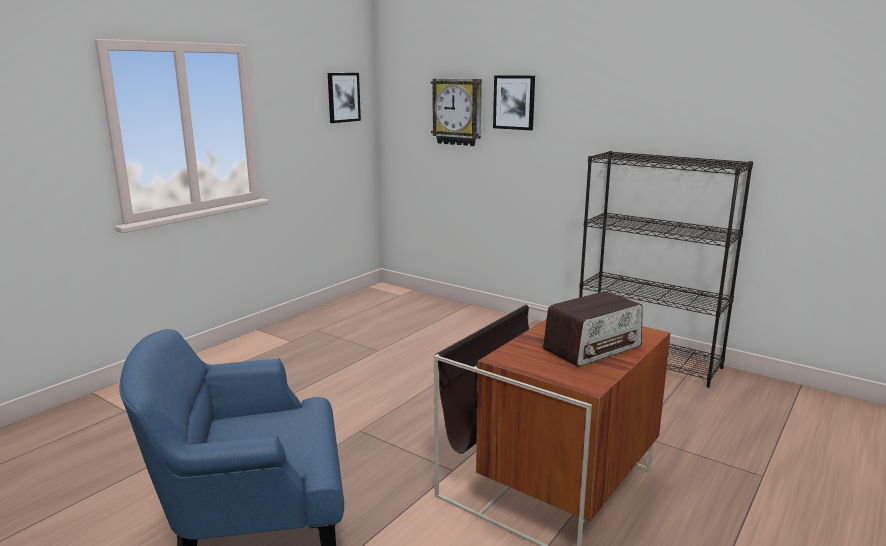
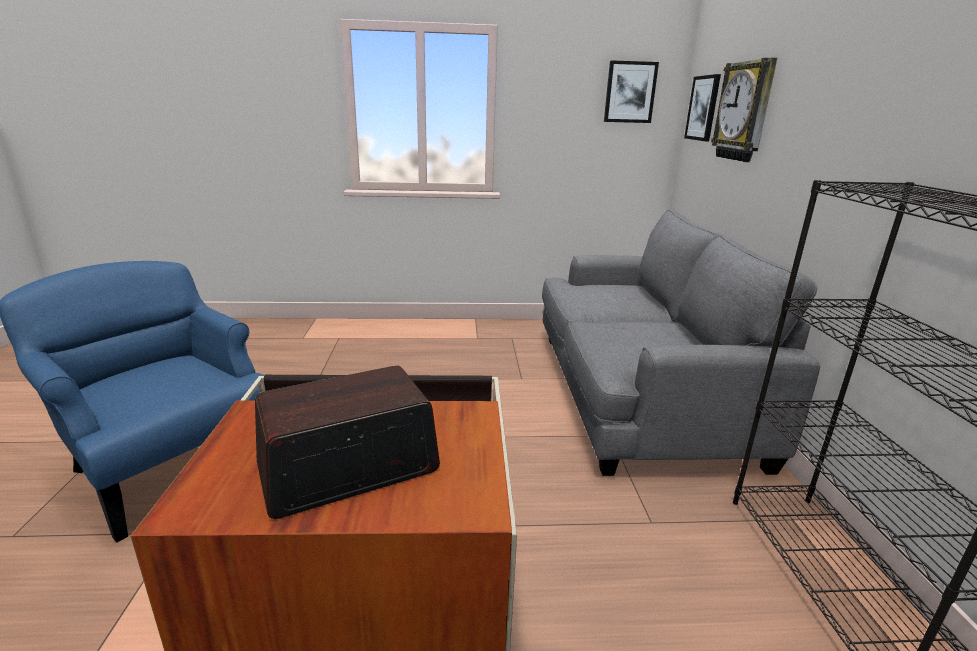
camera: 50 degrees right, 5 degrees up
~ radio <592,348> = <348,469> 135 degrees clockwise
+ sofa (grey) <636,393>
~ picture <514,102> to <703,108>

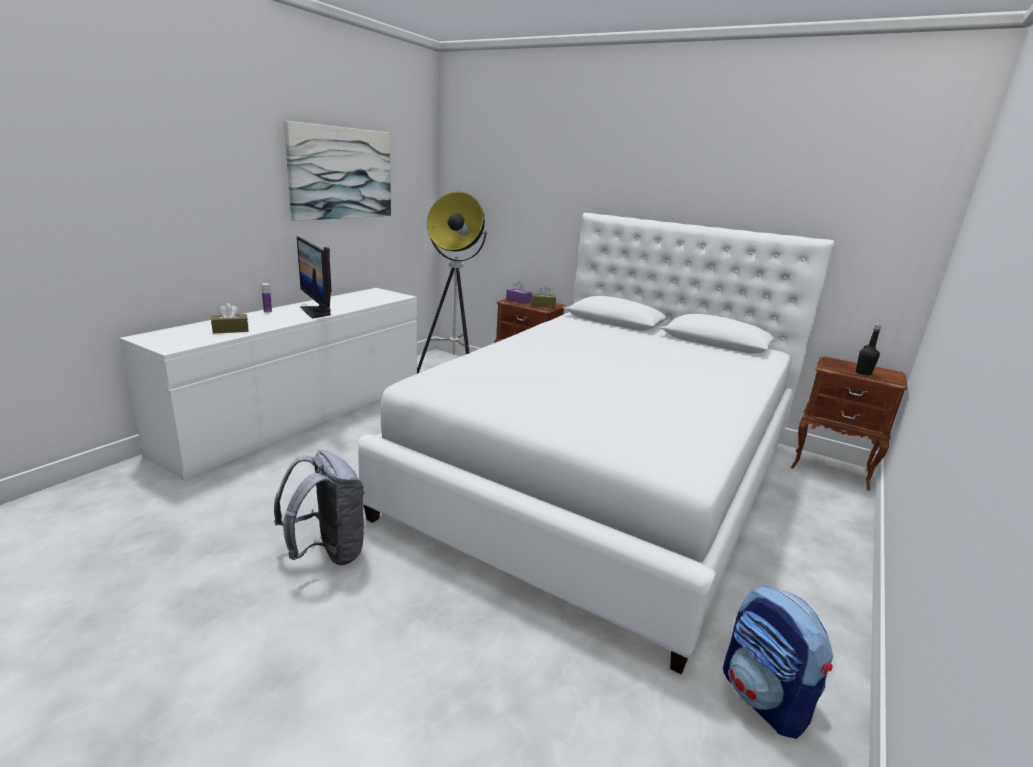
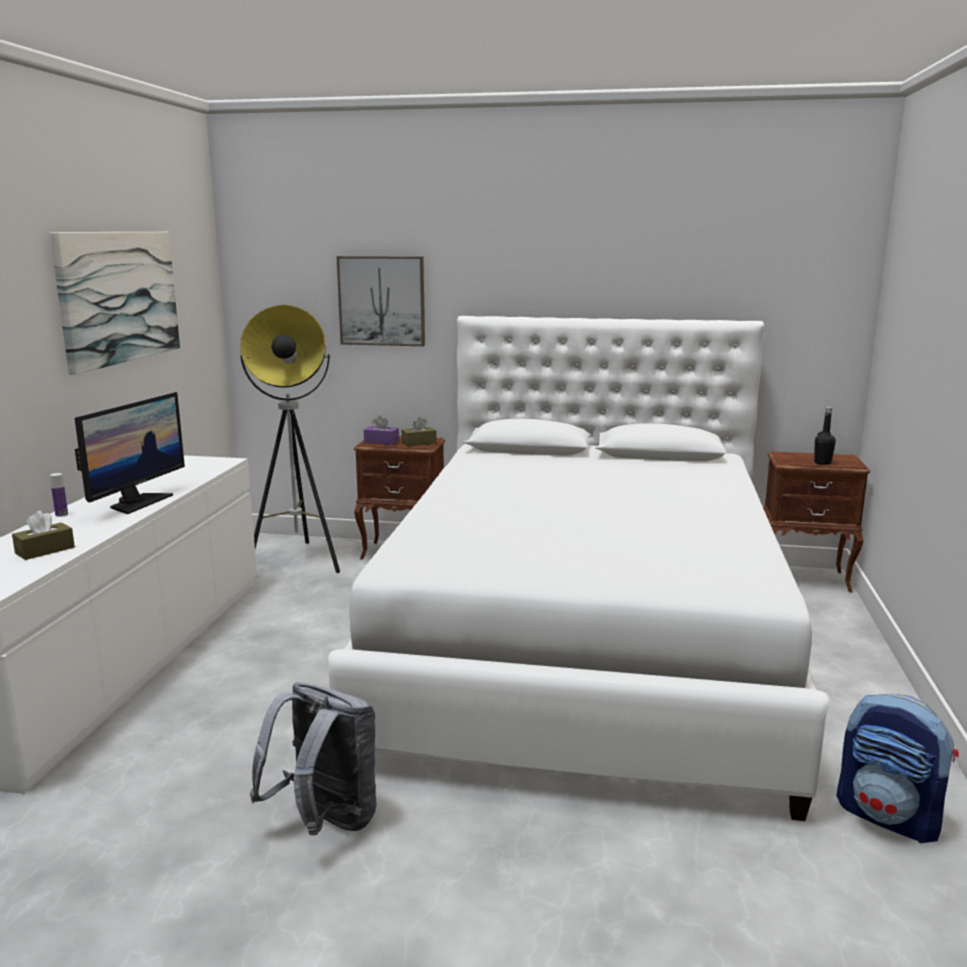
camera: 20 degrees left, 5 degrees down
~ monitor <317,312> = <137,502> 105 degrees counterclockwise
+ picture <382,301>

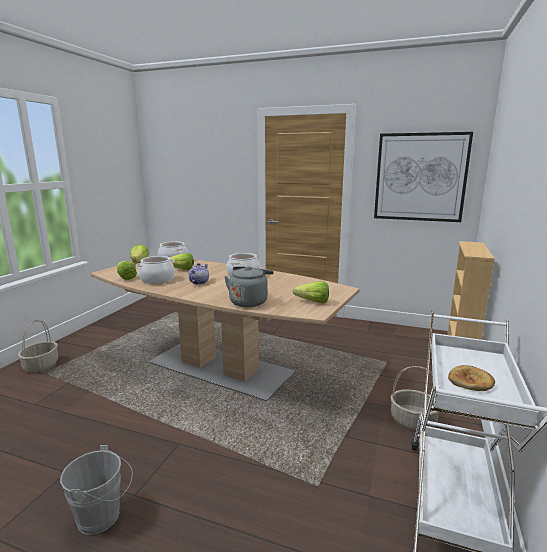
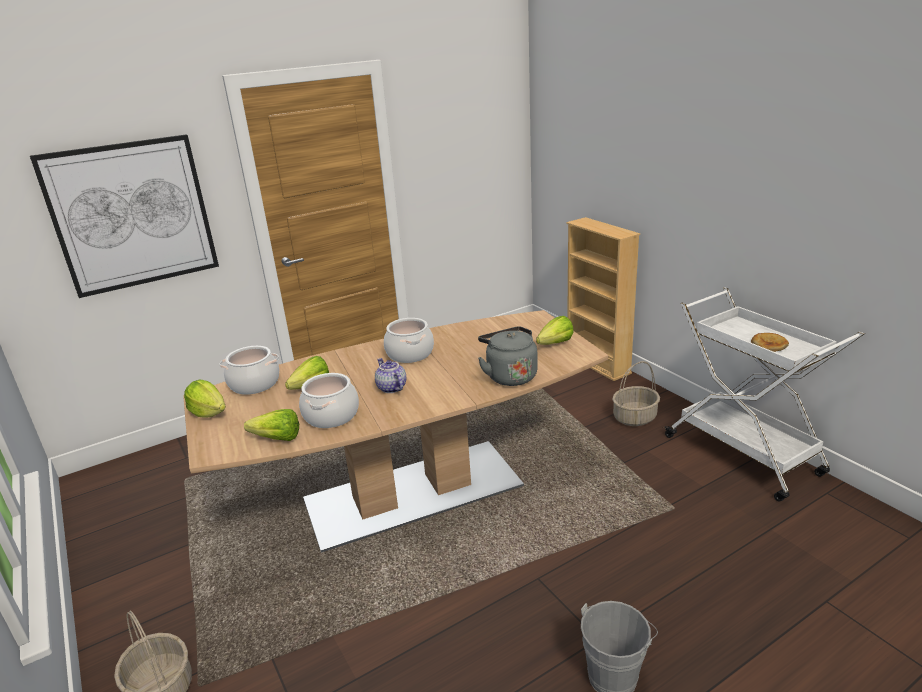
camera: 50 degrees left, 10 degrees up
~ picture <420,177> to <132,215>

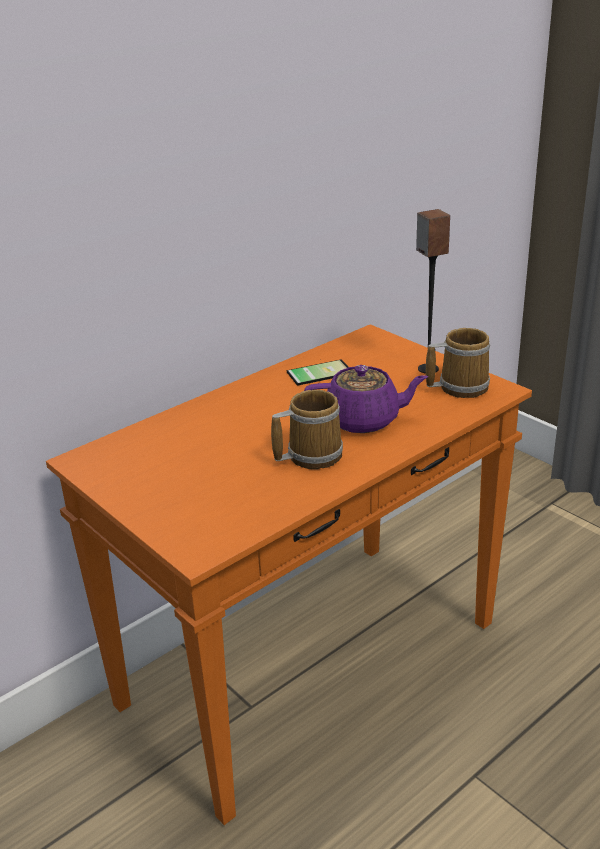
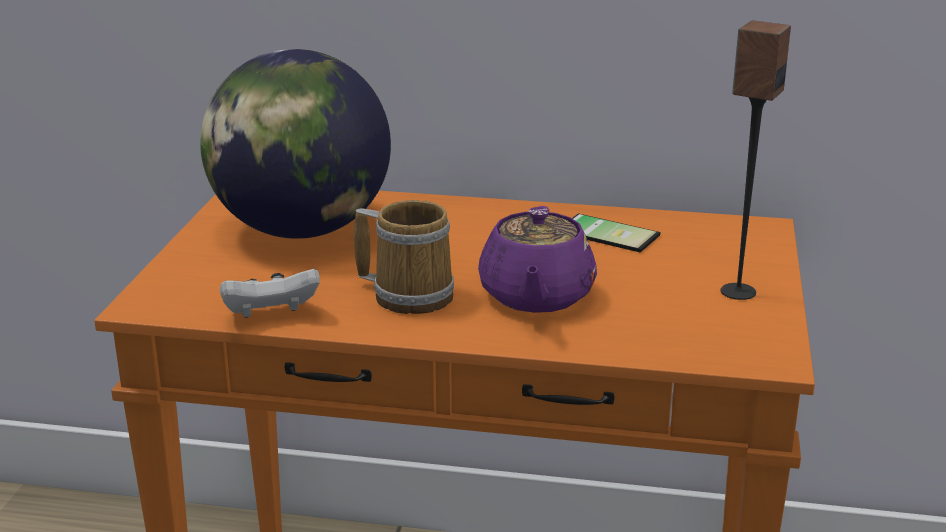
camera: 50 degrees right, 5 degrees down
+ globe <300,230>
+ game controller (white) <271,315>
~ teapot (purple) <364,420> = <536,296> 45 degrees clockwise
- mug <460,386>

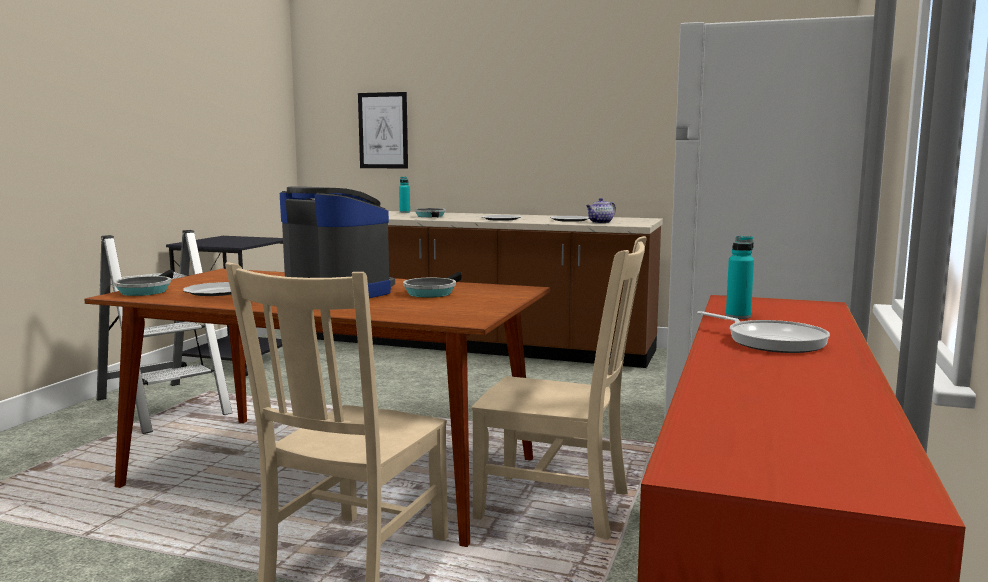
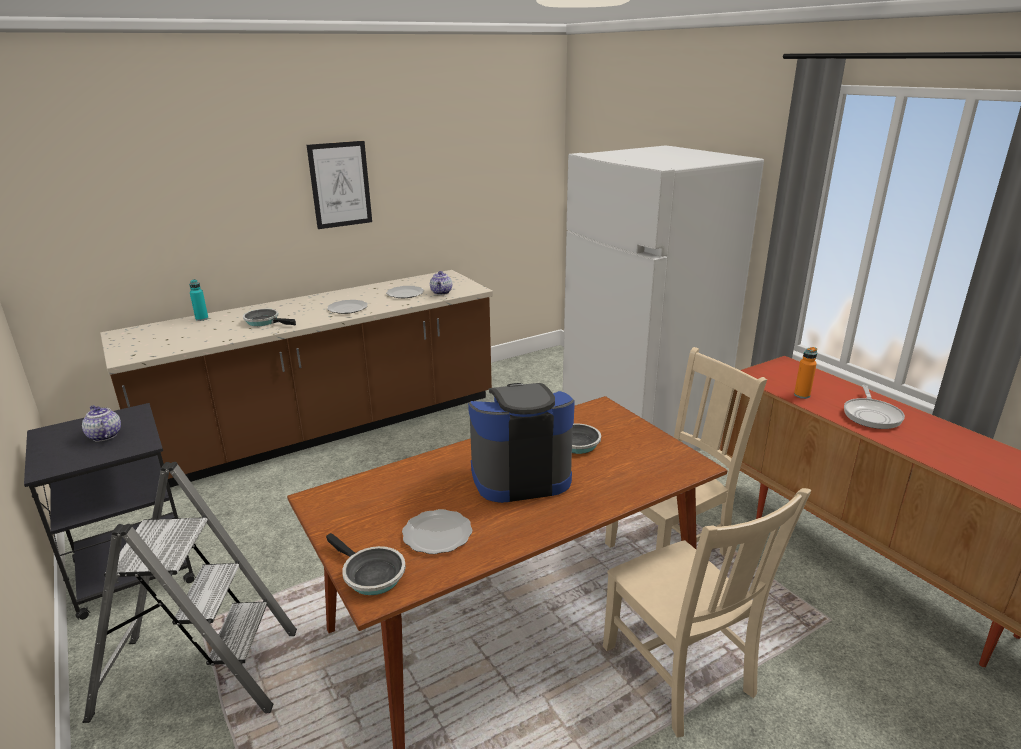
camera: 50 degrees left, 15 degrees up
+ teapot <104,435>
~ picture <383,130> to <340,185>
~ bottle (turquoise) <738,316> to bottle (orange) <801,395>
~ frying pan <771,341> = <871,415> 105 degrees clockwise

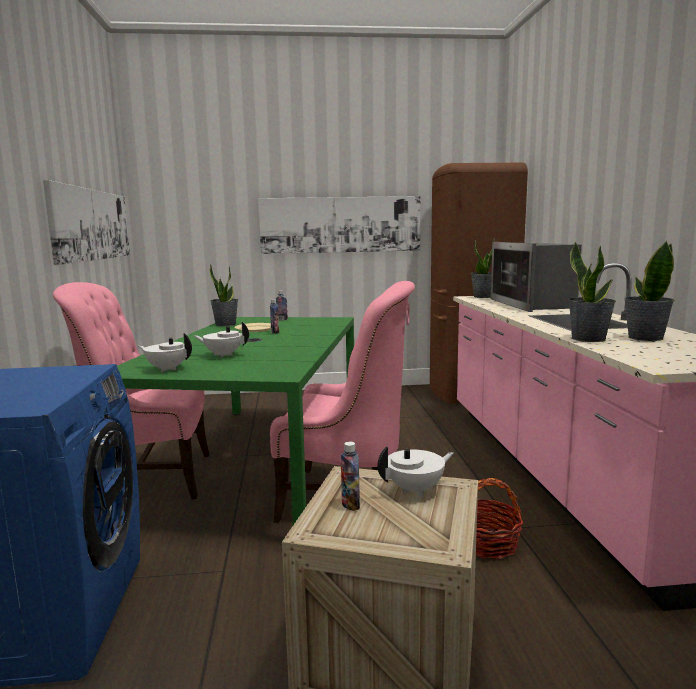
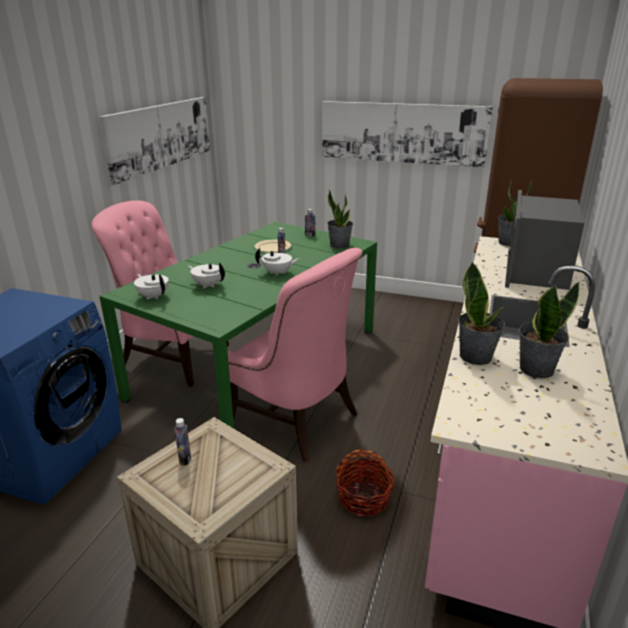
camera: 25 degrees right, 15 degrees up
~ teapot (white) <416,490> to <277,273>
~ potted plant <225,324> to <339,245>

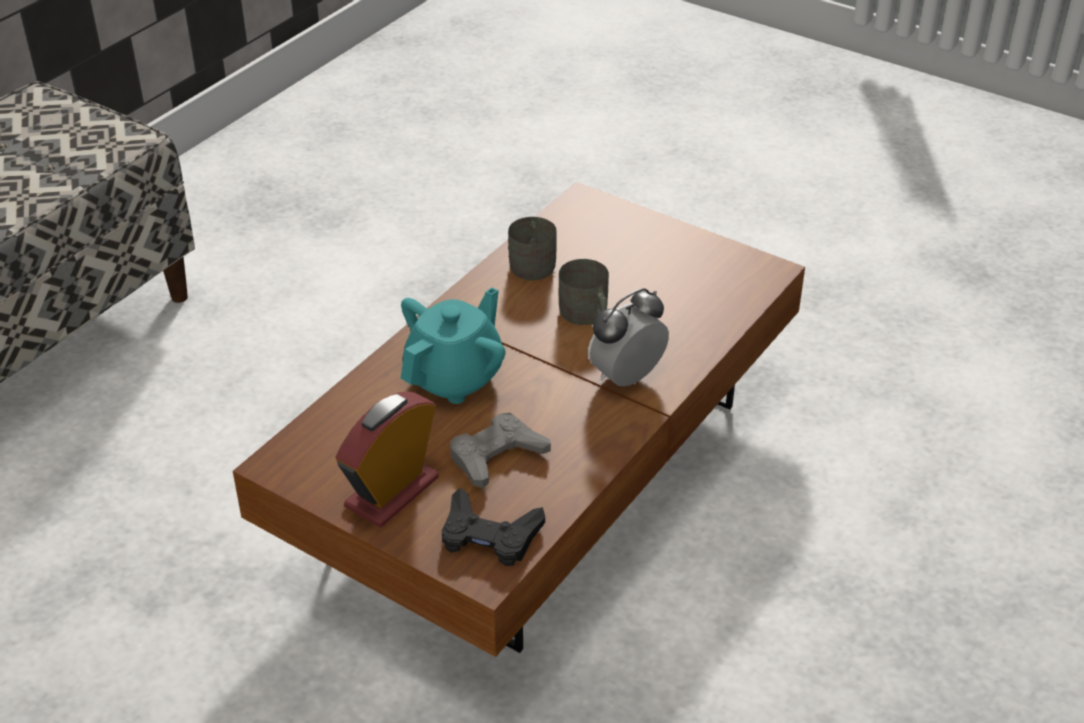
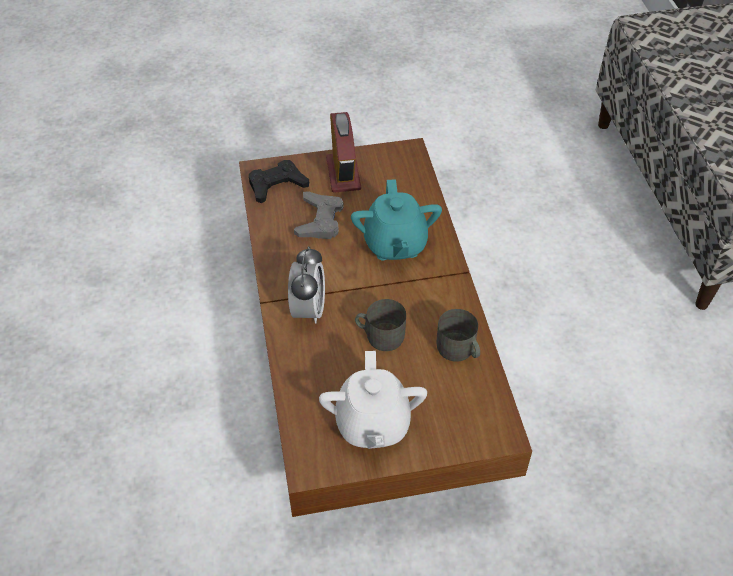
camera: 135 degrees right, 10 degrees up
+ teapot (white) <372,424>

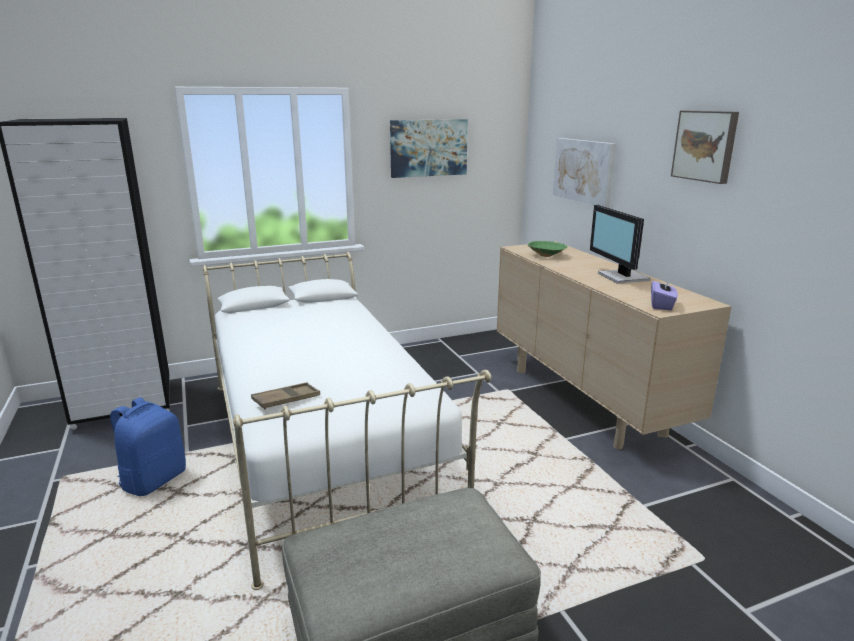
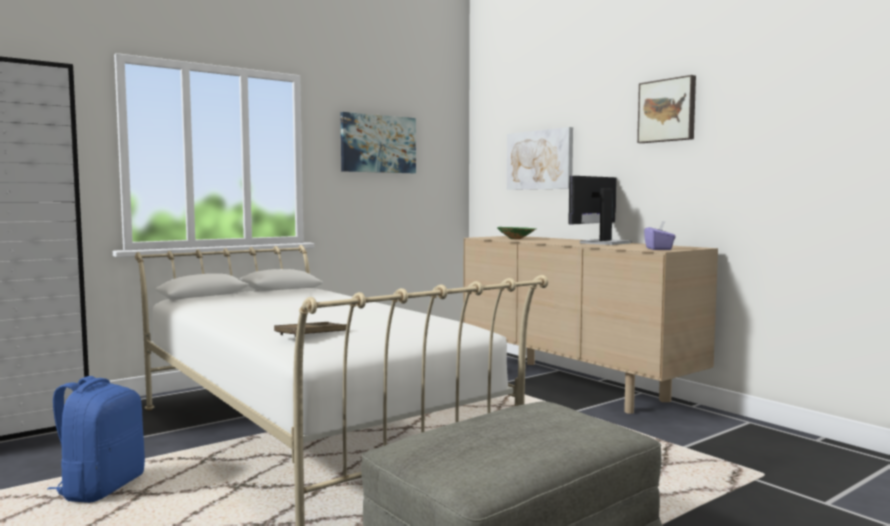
camera: 15 degrees left, 15 degrees down
~ monitor <621,277> = <603,243> 75 degrees clockwise

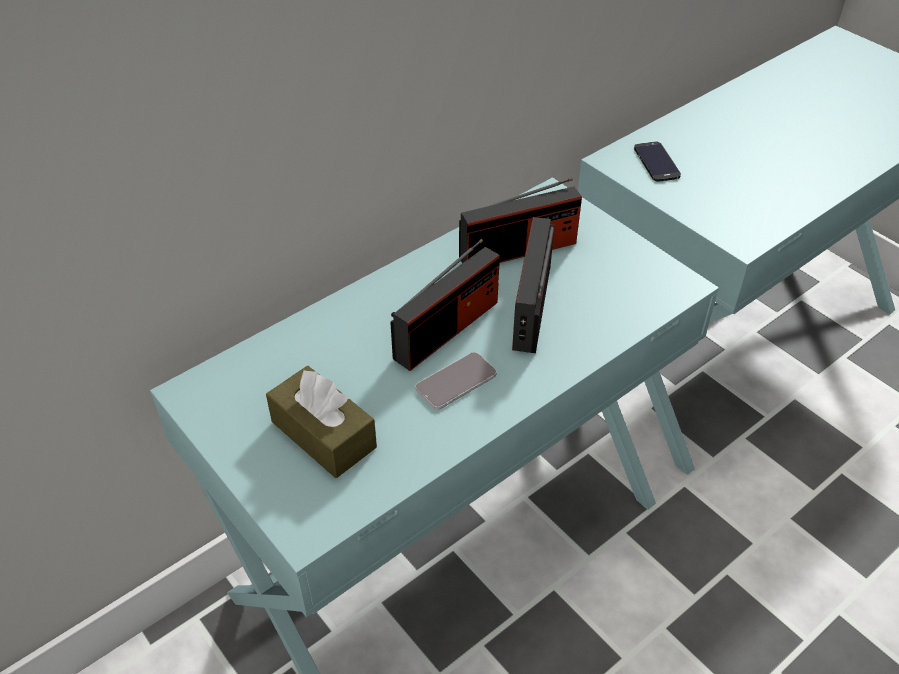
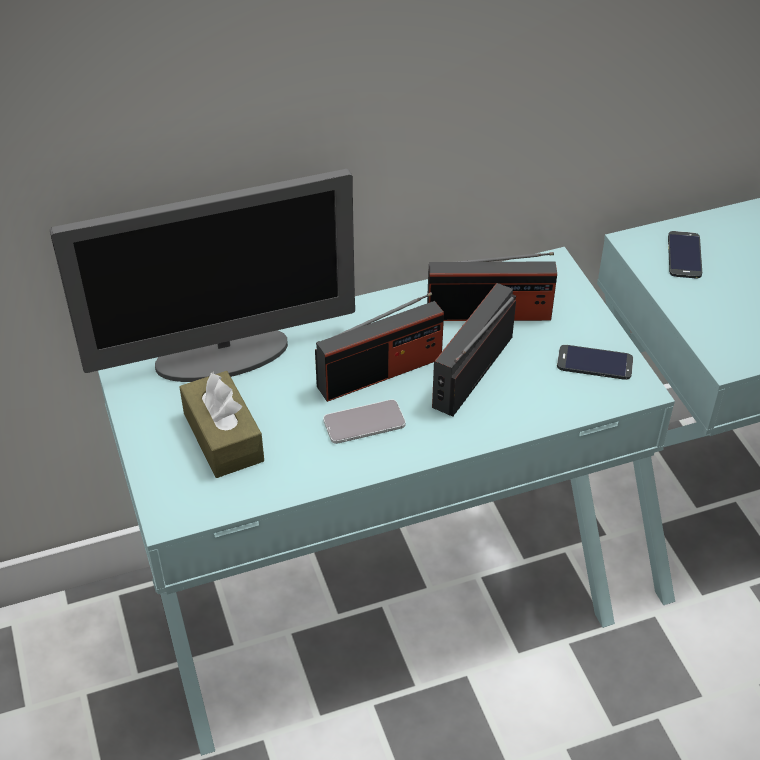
camera: 20 degrees right, 0 degrees up
+ monitor <223,355>
+ phone <594,363>

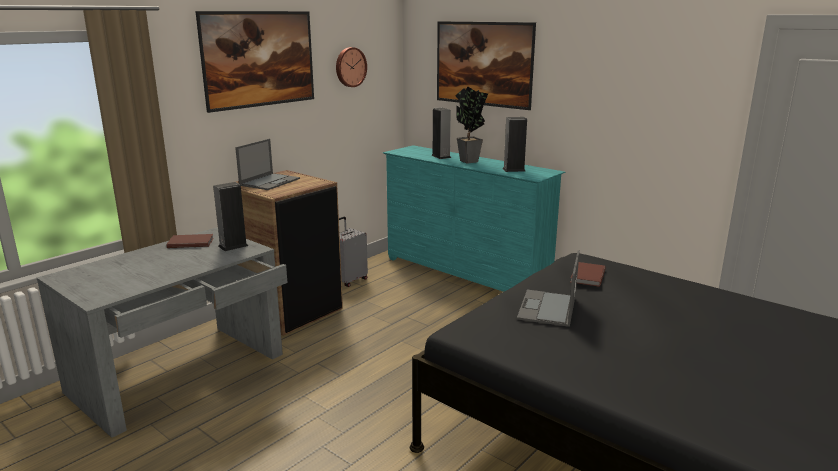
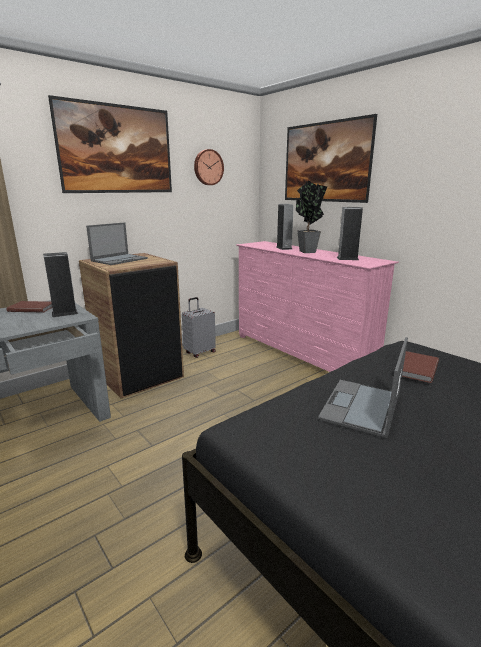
camera: 10 degrees right, 0 degrees up
~ dresser (turquoise) <465,274> to dresser (pink) <301,354>

